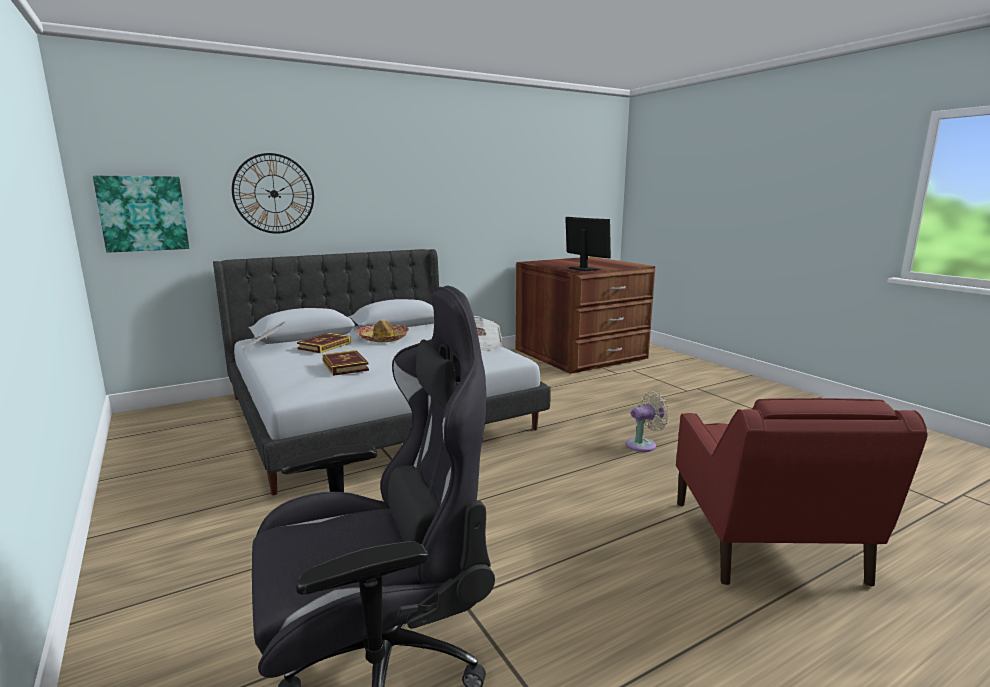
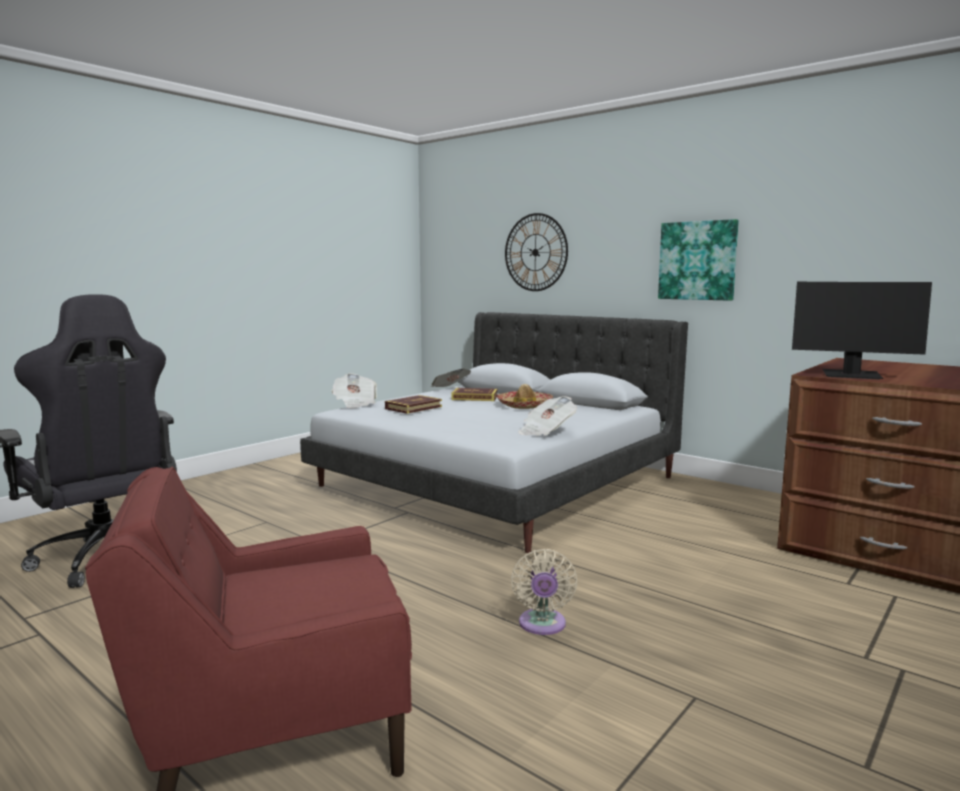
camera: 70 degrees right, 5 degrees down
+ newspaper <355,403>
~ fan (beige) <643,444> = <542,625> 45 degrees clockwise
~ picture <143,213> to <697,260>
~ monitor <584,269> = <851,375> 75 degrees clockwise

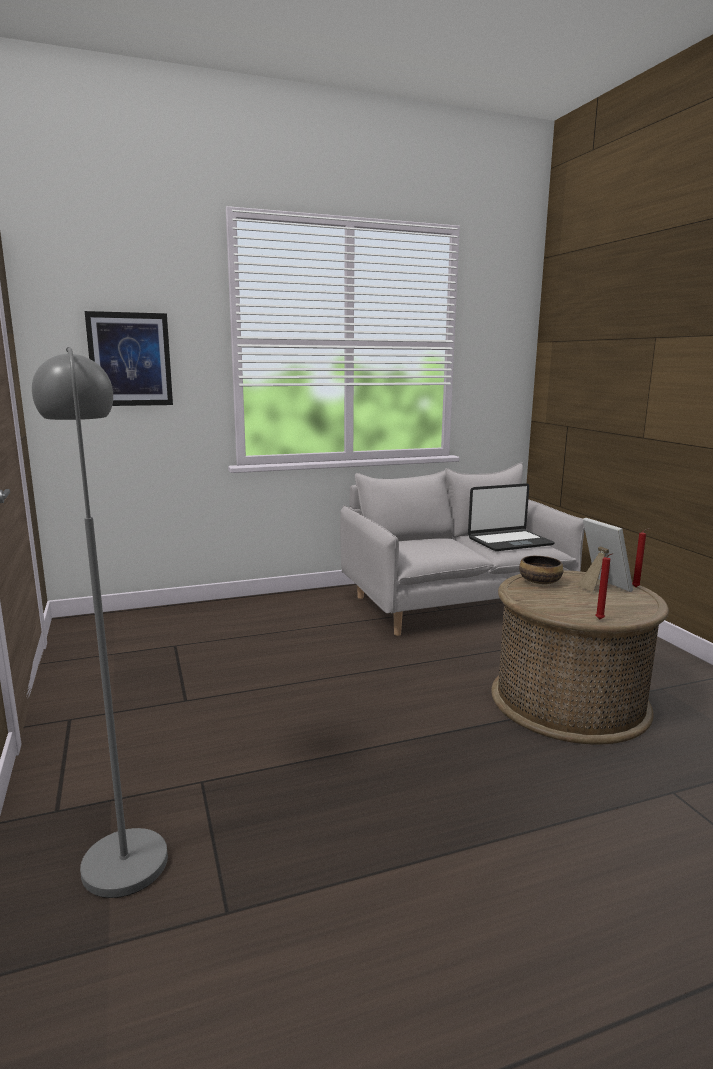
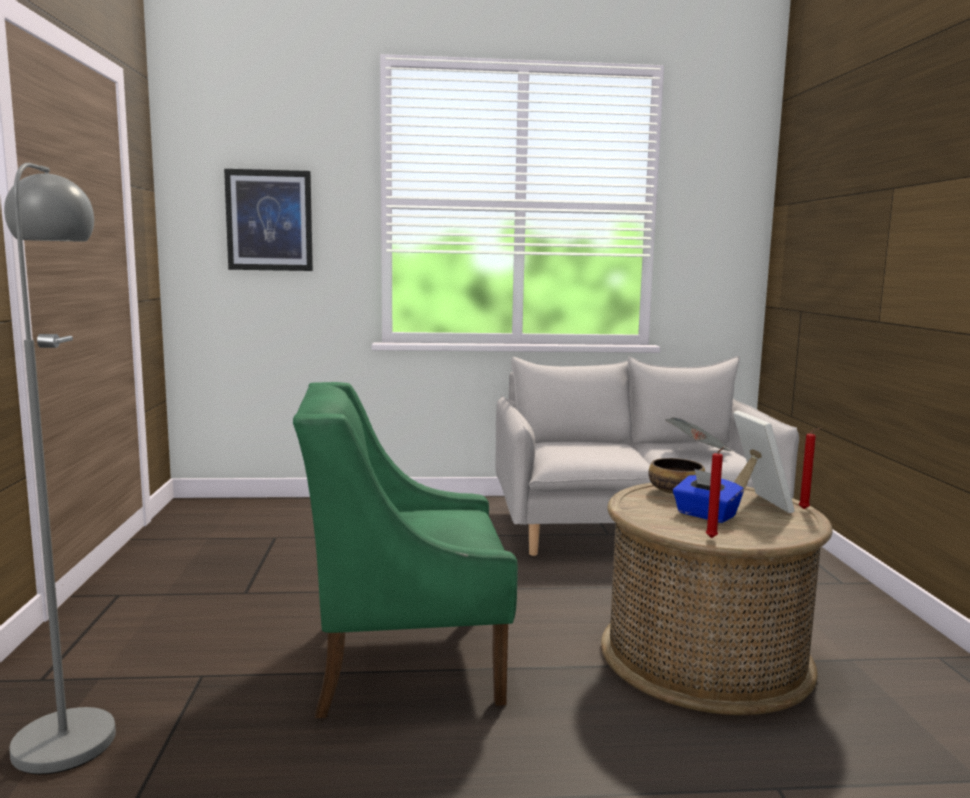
camera: 15 degrees right, 5 degrees down
+ armchair (green) <403,659>
~ laptop <509,541> to newspaper <698,452>
+ tissue box (blue) <705,515>

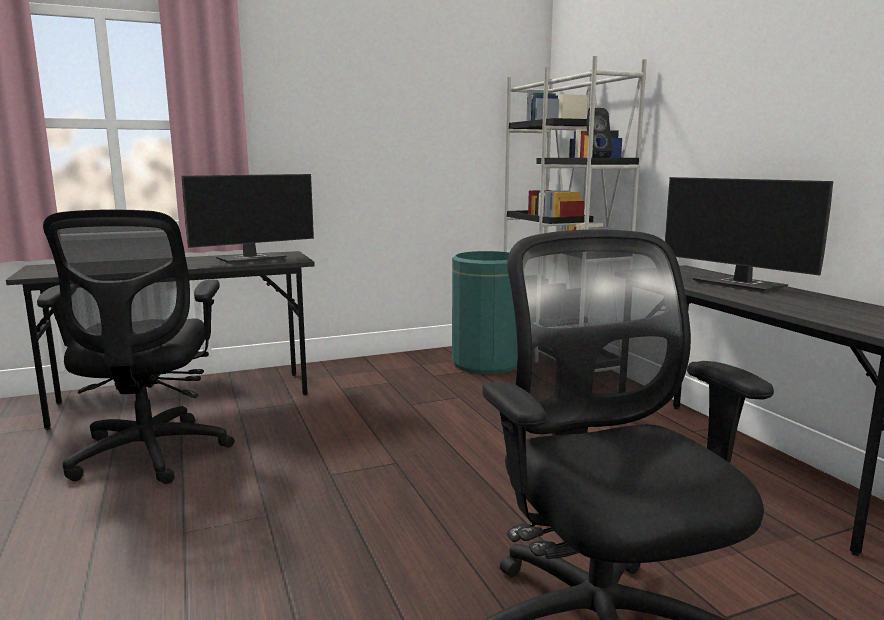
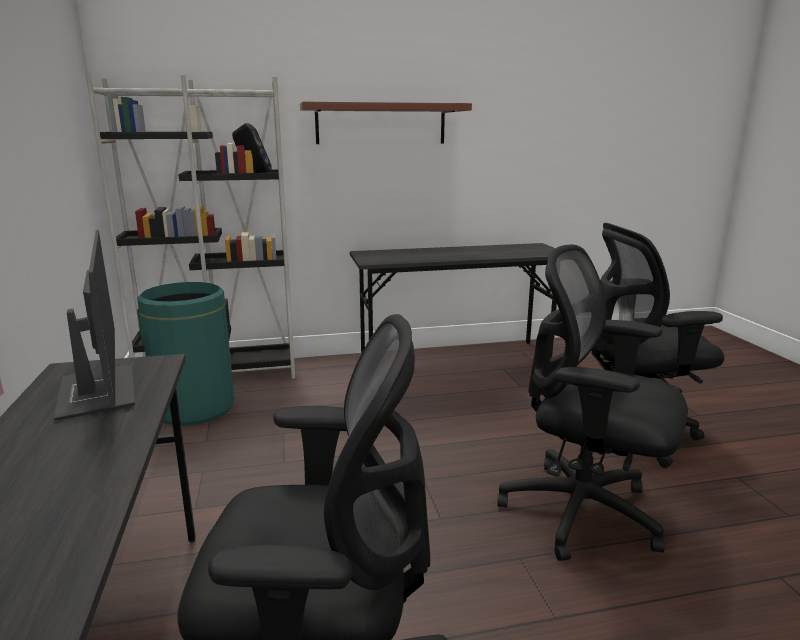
camera: 80 degrees left, 5 degrees up
+ shelf (brown) <381,124>
+ office chair (black) <591,512>
- monitor <741,284>

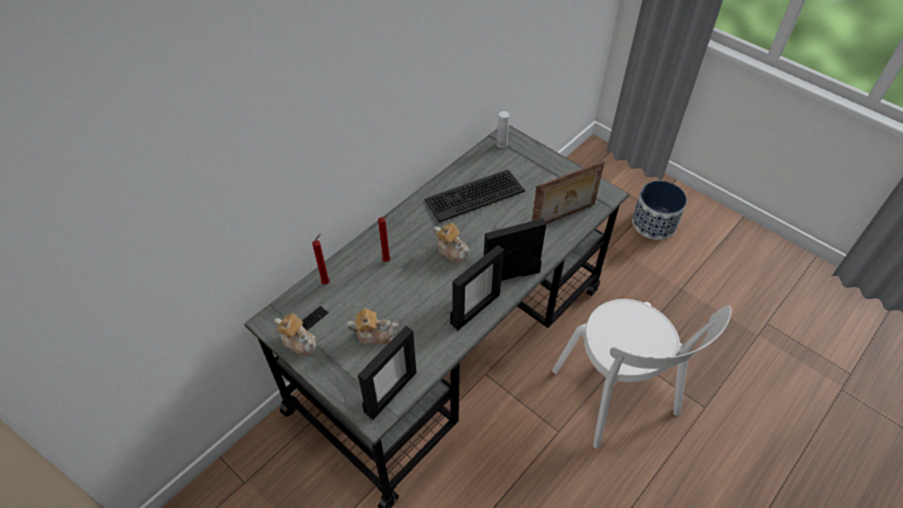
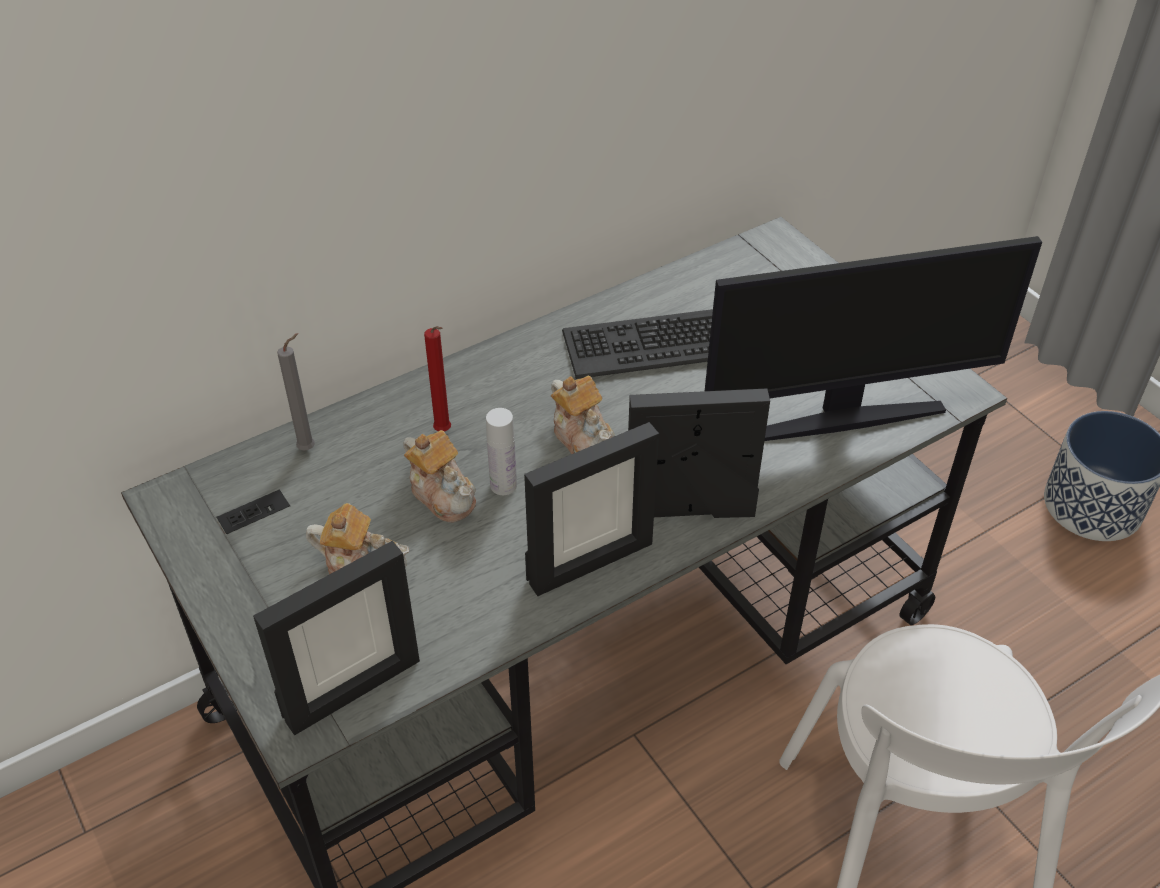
camera: 15 degrees right, 5 degrees down
~ candle (red) <327,282> to candle (grey) <309,448>
~ teapot <299,341> to <443,494>
~ bottle (white) <501,144> to <503,485>
~ picture frame <563,217> to monitor <844,418>

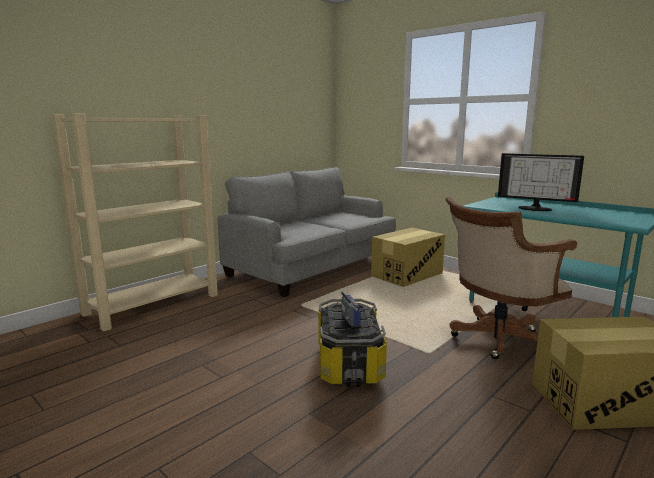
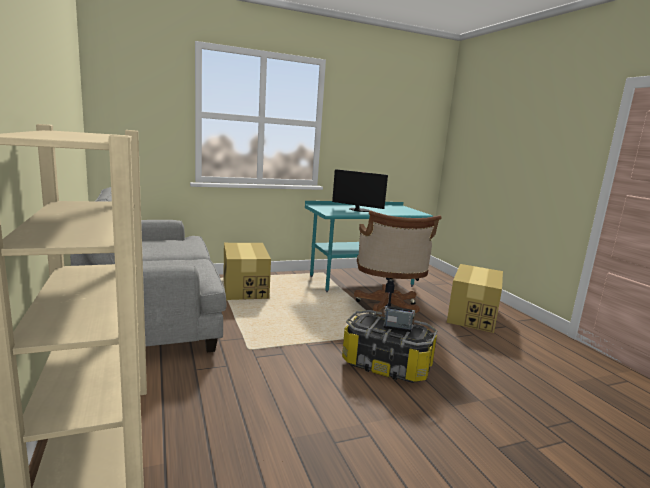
camera: 65 degrees left, 0 degrees up
~ monitor <535,208> = <358,210> 120 degrees counterclockwise

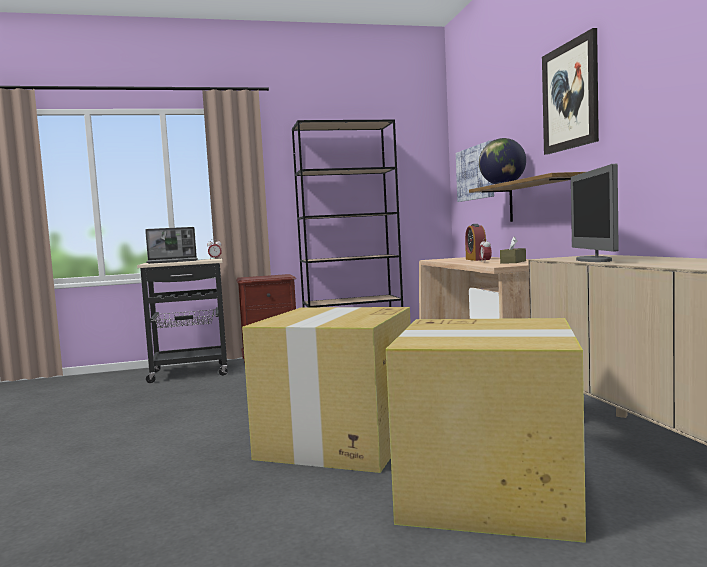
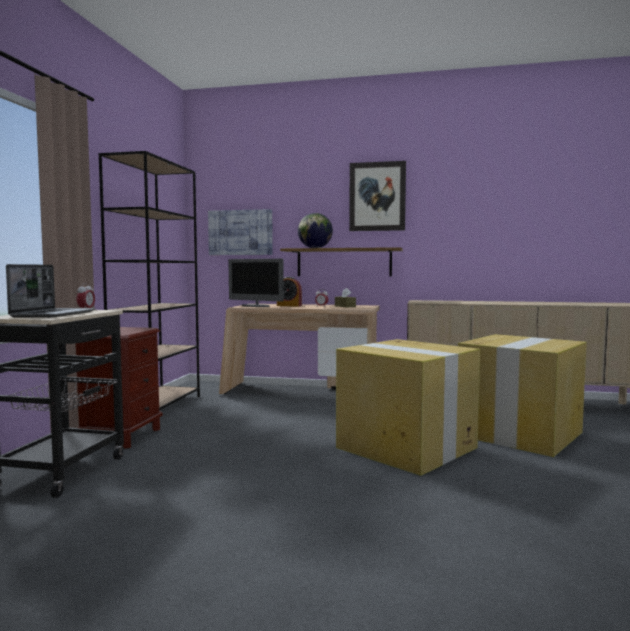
camera: 65 degrees left, 0 degrees up
~ monitor <593,260> to <255,306>

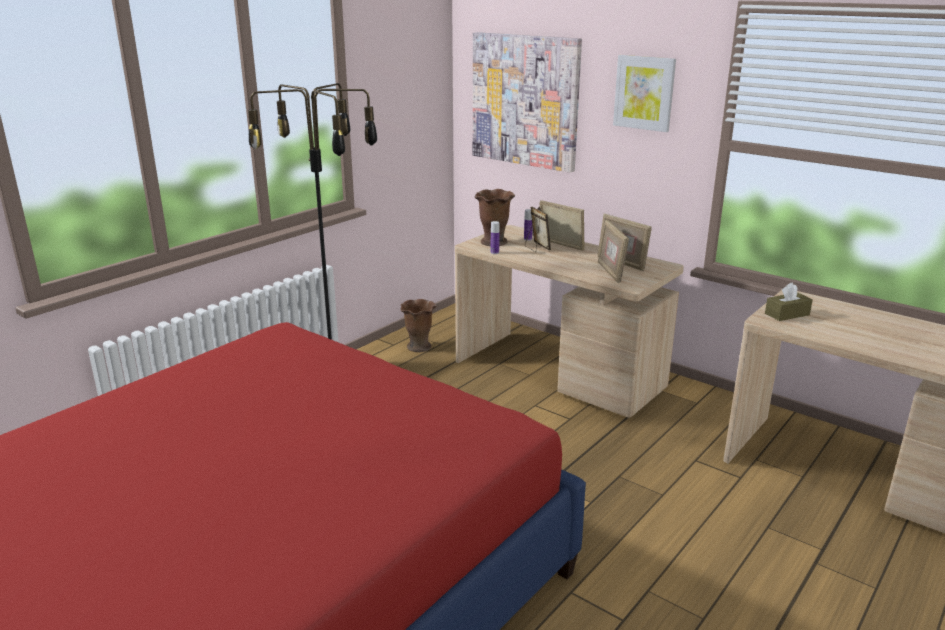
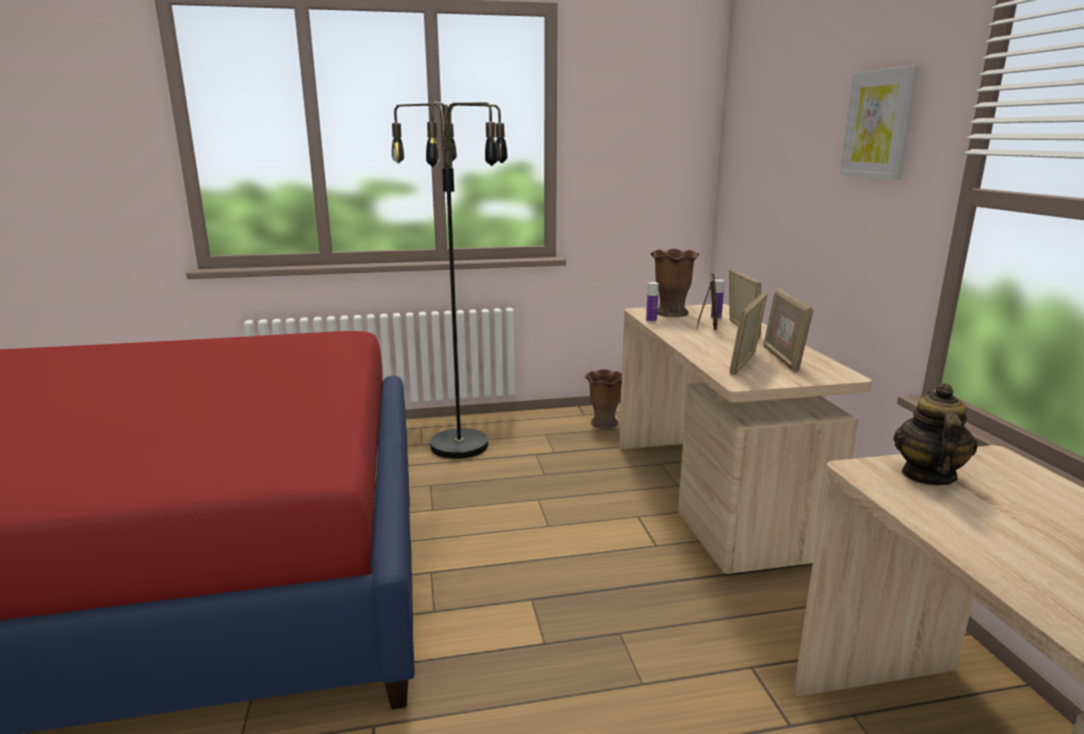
camera: 40 degrees right, 5 degrees down
~ tissue box (brown) <787,314> to teapot <927,475>
- picture <525,100>

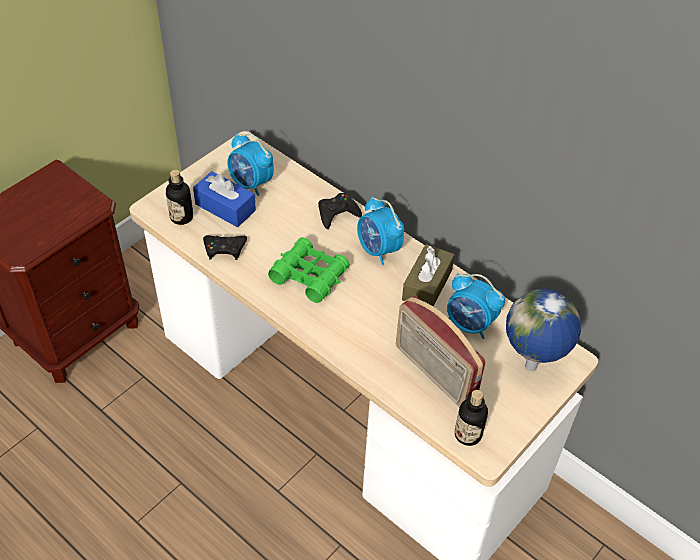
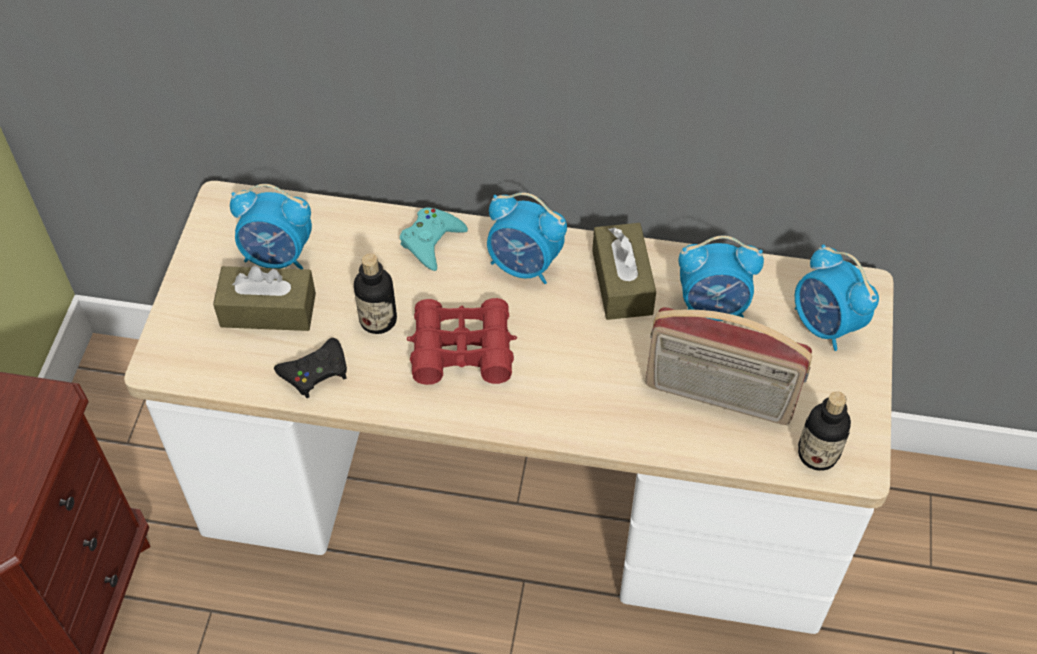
camera: 30 degrees left, 5 degrees up
~ tissue box (blue) <225,207> to tissue box (brown) <268,310>
~ bottle <181,217> to <378,320>
~ game controller (black) <337,213> to game controller (turquoise) <431,241>
~ binoculars (green) <309,276> to binoculars (red) <462,349>
~ globe <531,368> to alarm clock <825,325>

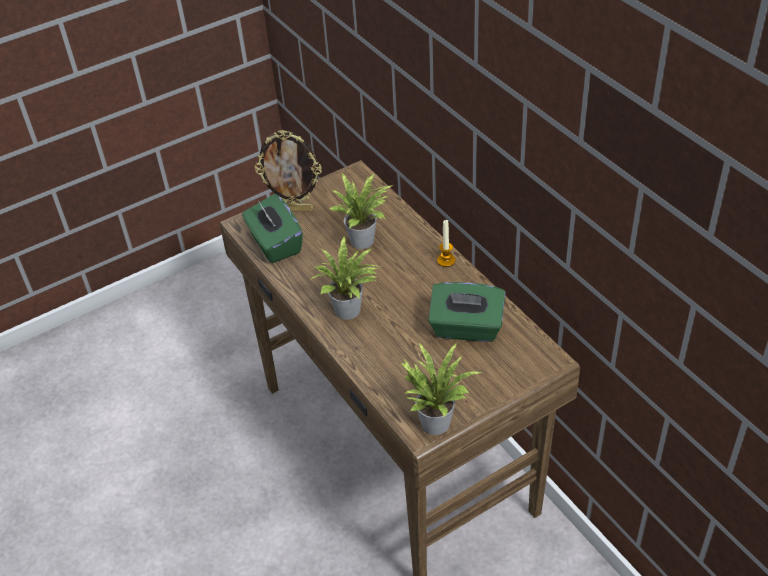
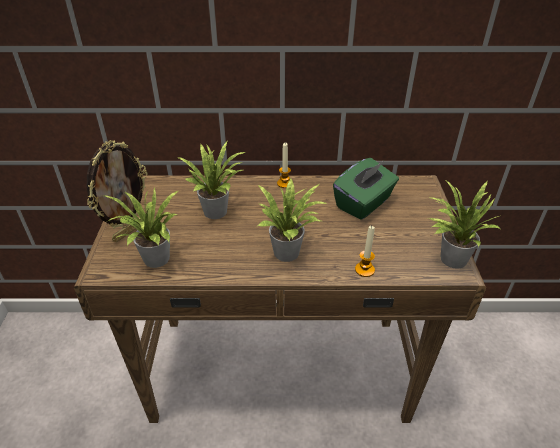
camera: 60 degrees left, 5 degrees down
~ tissue box (green) <275,244> to potted plant <155,261>
+ candle <364,270>

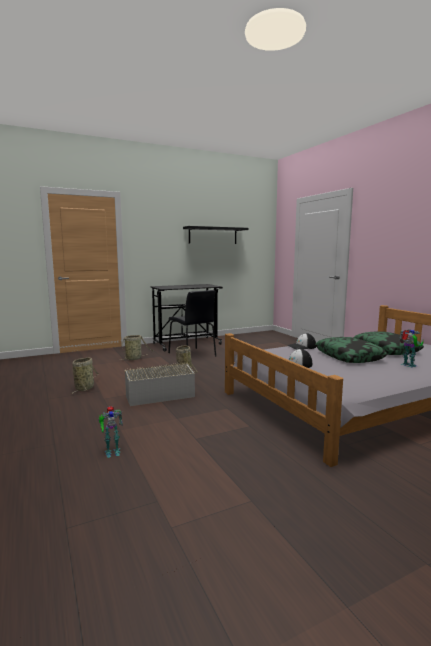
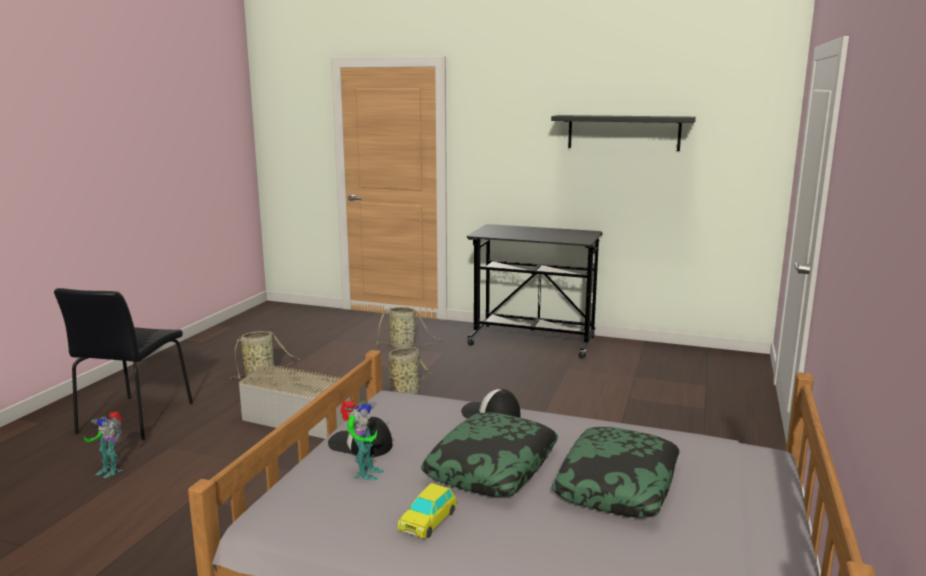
camera: 45 degrees right, 5 degrees up
~ chair (black) <193,355> to <133,419>
~ toy robot <408,365> to <364,473>
+ toy car <428,521>

